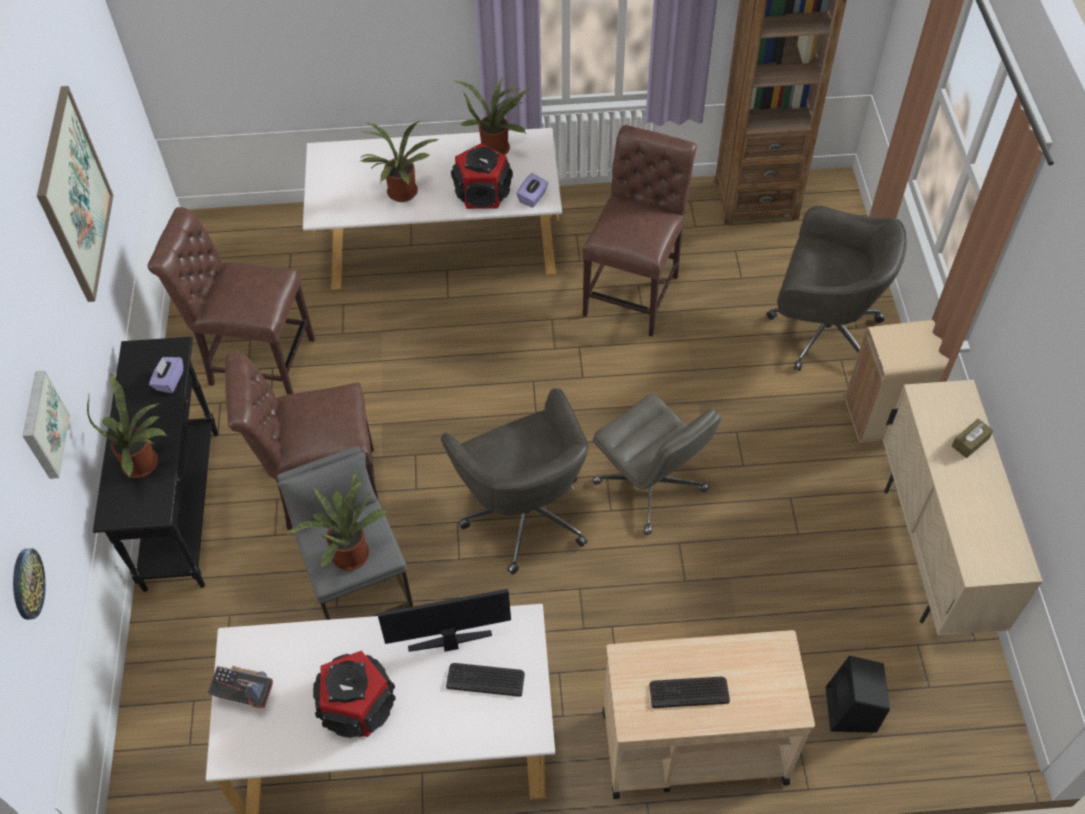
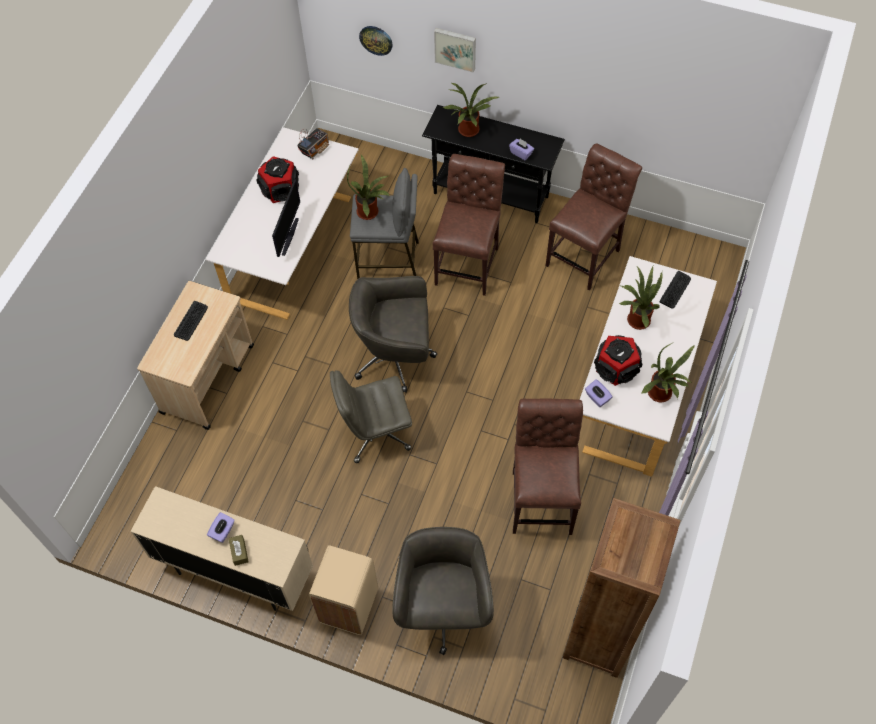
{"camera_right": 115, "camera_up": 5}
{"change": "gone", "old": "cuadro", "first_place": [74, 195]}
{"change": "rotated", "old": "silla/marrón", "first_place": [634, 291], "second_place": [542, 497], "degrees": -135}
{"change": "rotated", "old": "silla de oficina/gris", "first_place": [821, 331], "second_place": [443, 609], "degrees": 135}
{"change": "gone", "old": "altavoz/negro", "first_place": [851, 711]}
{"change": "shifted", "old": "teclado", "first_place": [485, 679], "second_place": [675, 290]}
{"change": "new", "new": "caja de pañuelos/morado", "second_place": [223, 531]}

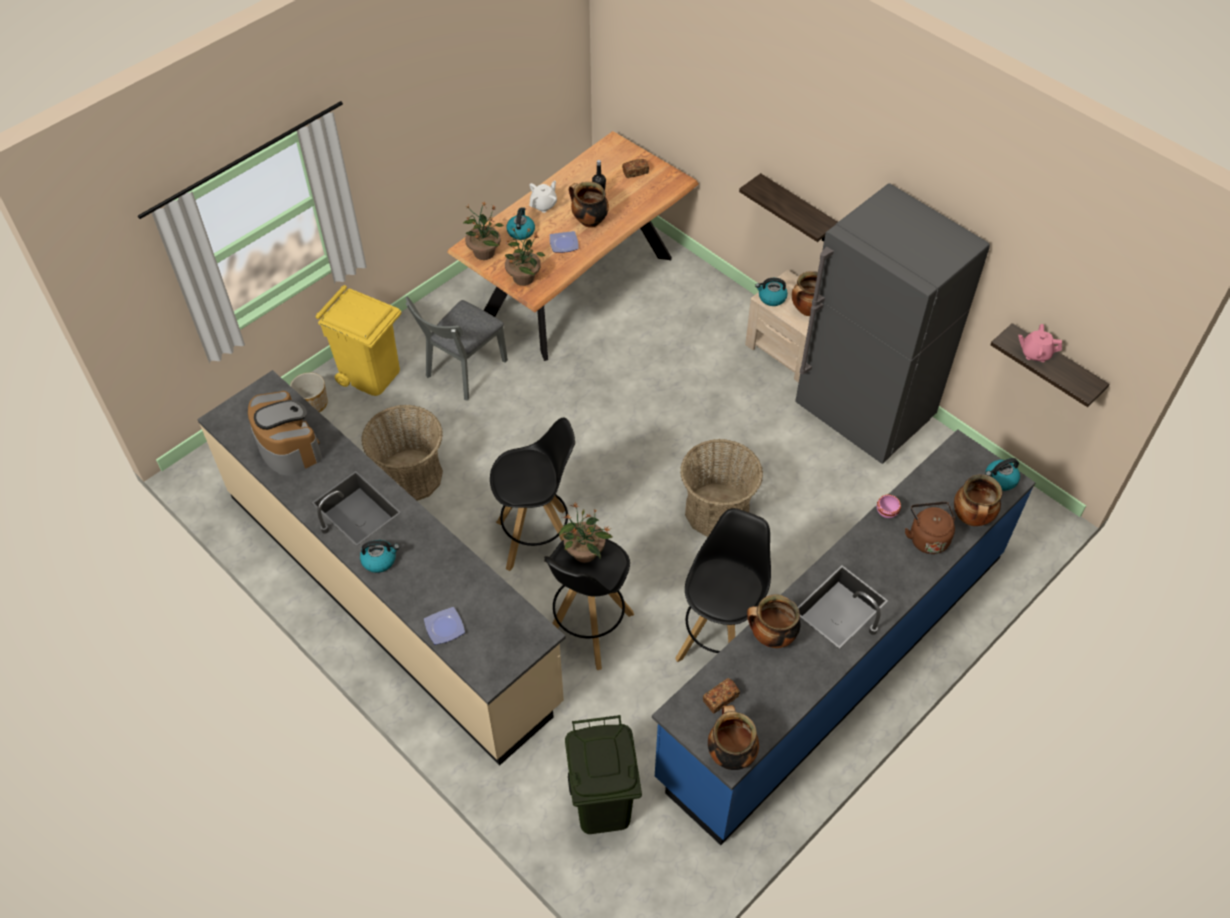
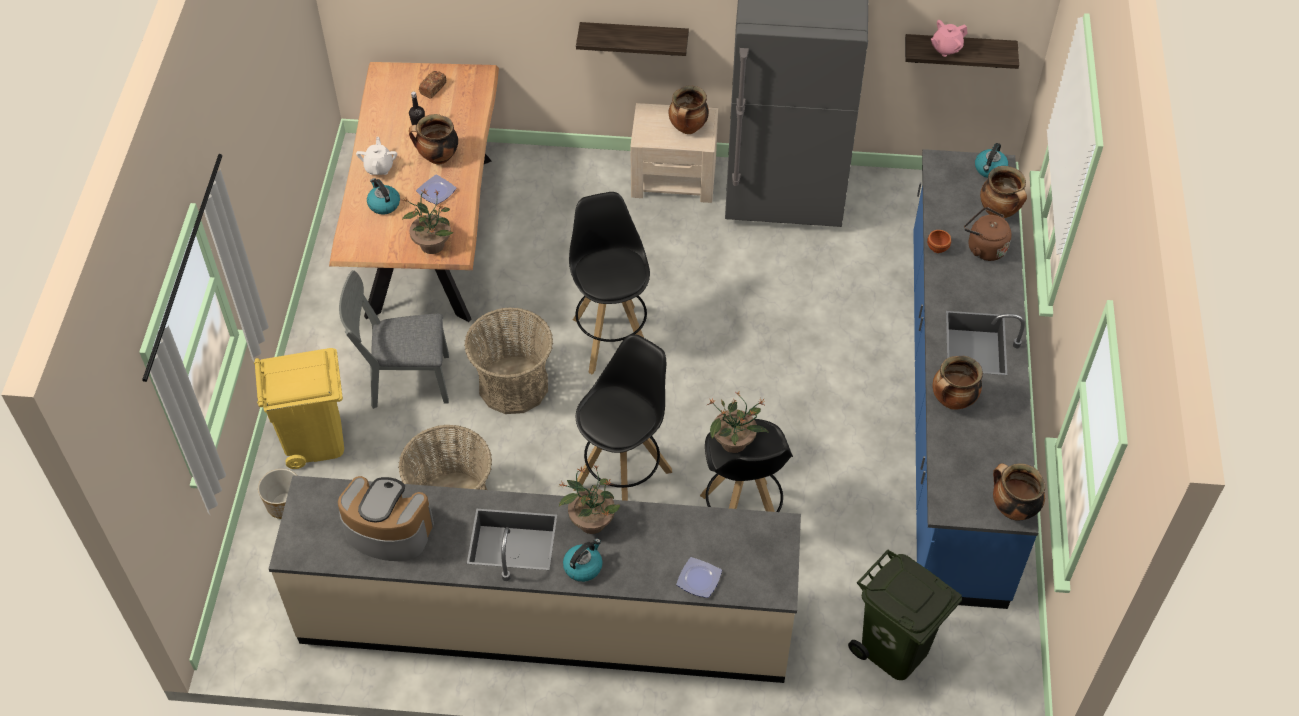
{"camera_right": -40, "camera_up": 0}
{"change": "shifted", "old": "planta en maceta", "first_place": [484, 252], "second_place": [591, 521]}
{"change": "gone", "old": "hervidor", "first_place": [771, 298]}
{"change": "rotated", "old": "silla/gris", "first_place": [462, 372], "second_place": [403, 381], "degrees": 90}
{"change": "shifted", "old": "cesta", "first_place": [717, 511], "second_place": [513, 385]}
{"change": "repainted", "old": "cuenco/rosa", "new": "cuenco/marrón", "first_place": [887, 513], "second_place": [938, 248]}
{"change": "shifted", "old": "taburete/negro", "first_place": [720, 641], "second_place": [611, 338]}
{"change": "gone", "old": "pan", "first_place": [720, 699]}

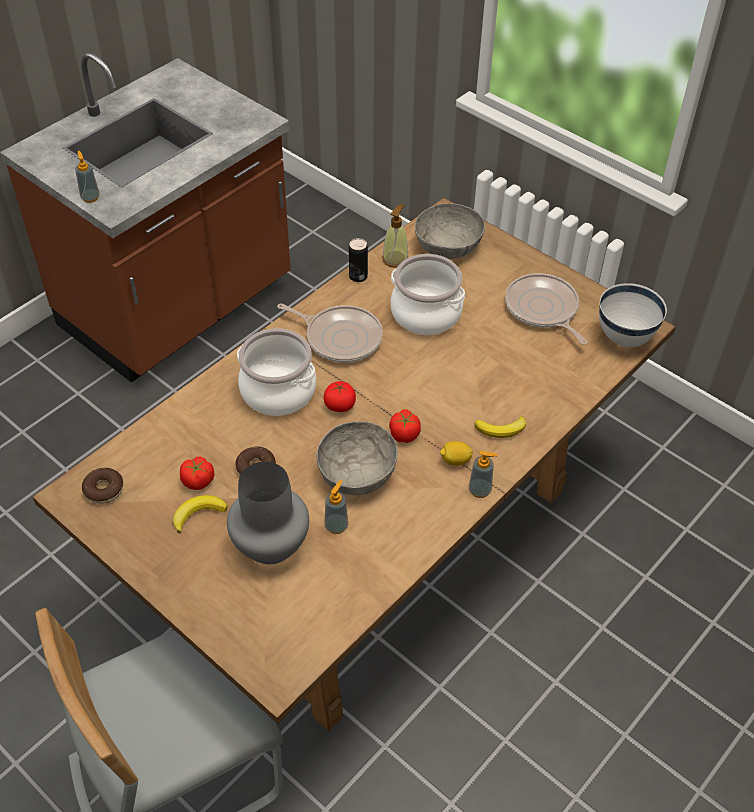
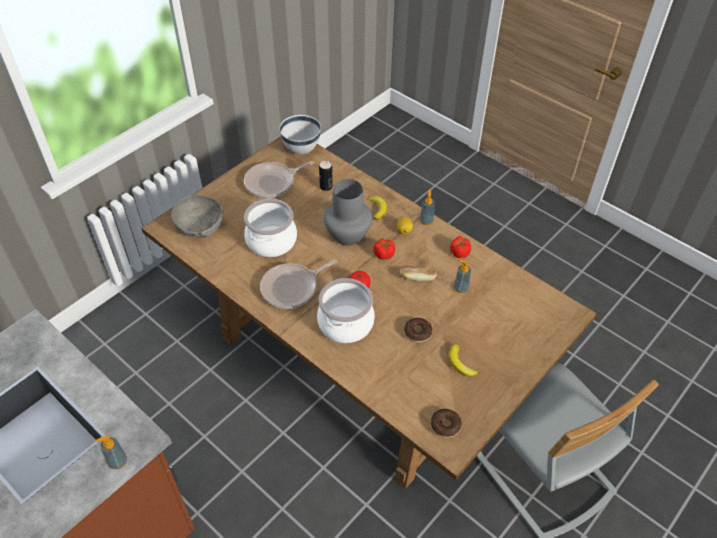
{"camera_right": -90, "camera_up": 0}
{"change": "gone", "old": "dispensador de jabón", "first_place": [395, 259]}
{"change": "shifted", "old": "lata", "first_place": [358, 276], "second_place": [326, 187]}
{"change": "rotated", "old": "sartén", "first_place": [340, 337], "second_place": [292, 288], "degrees": -150}
{"change": "swapped", "old": "cuenco/gris", "new": "pan", "first_place": [357, 472], "second_place": [417, 278]}
{"change": "shifted", "old": "tomate", "first_place": [198, 481], "second_place": [459, 252]}
{"change": "shifted", "old": "florero/gris", "first_place": [271, 546], "second_place": [348, 235]}

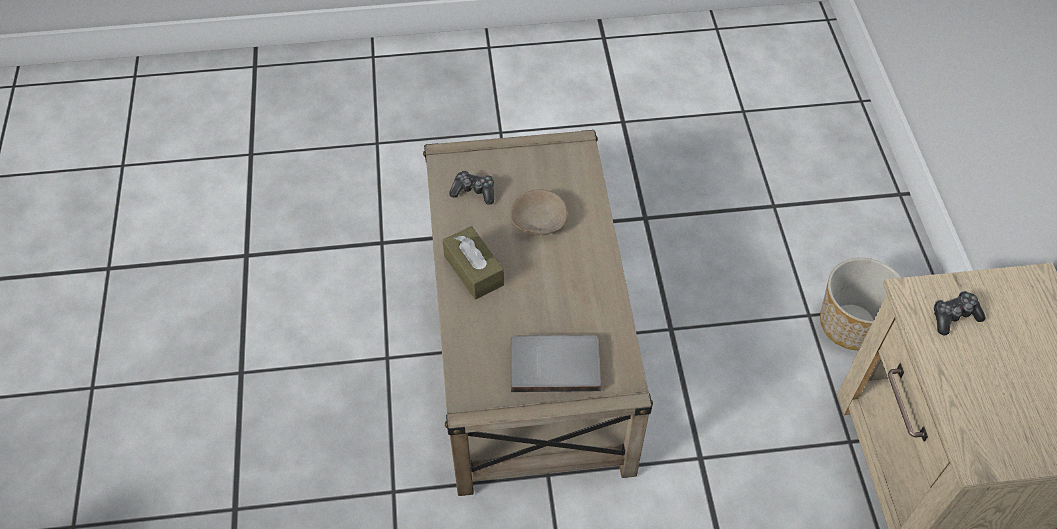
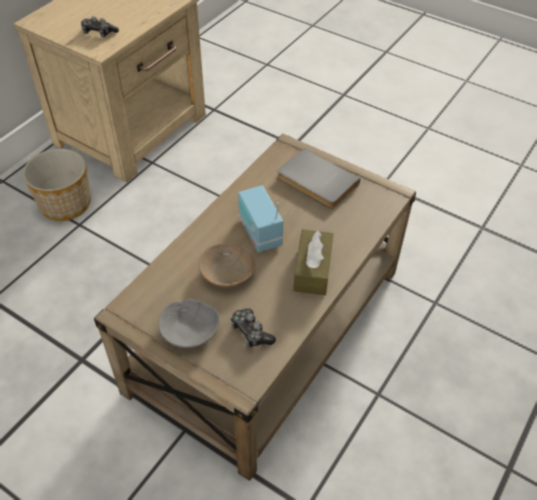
{"camera_right": -140, "camera_up": -5}
{"change": "new", "new": "radio", "second_place": [259, 232]}
{"change": "new", "new": "cuenco/gris", "second_place": [189, 330]}

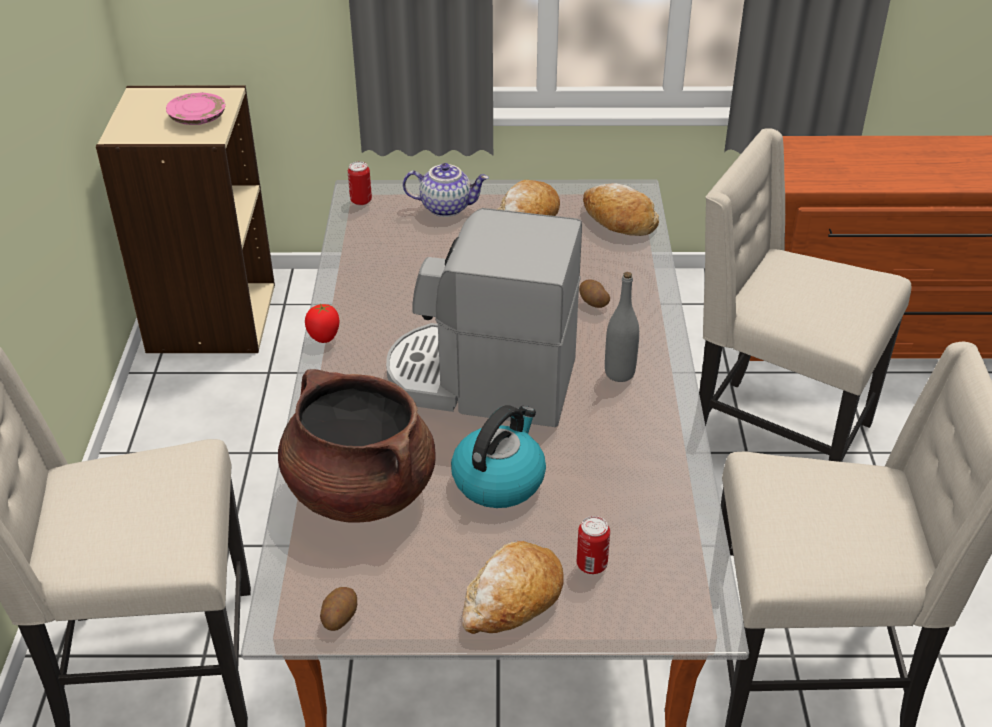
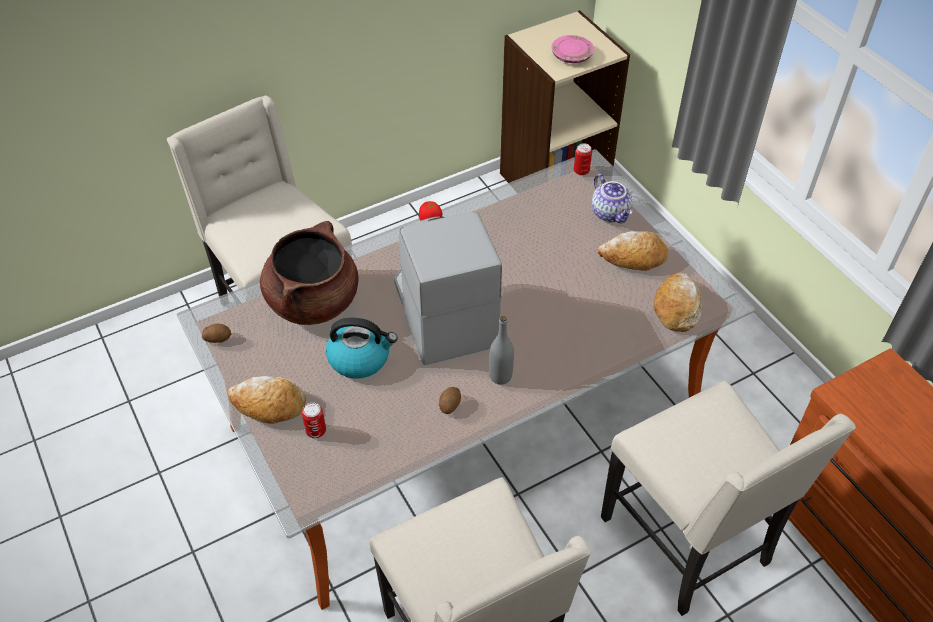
{"camera_right": 60, "camera_up": 10}
{"change": "rotated", "old": "silla/beis", "first_place": [774, 439], "second_place": [689, 542], "degrees": 150}
{"change": "shifted", "old": "patata", "first_place": [592, 302], "second_place": [449, 405]}

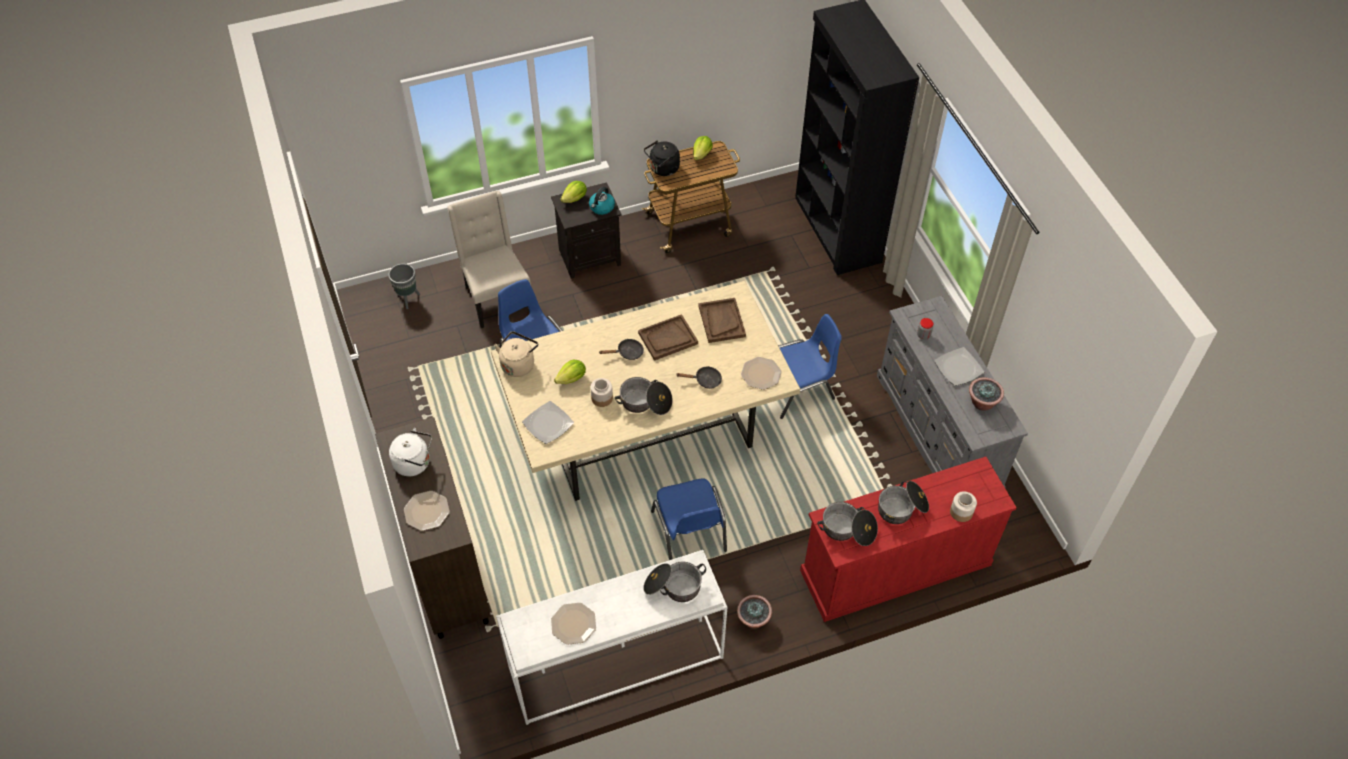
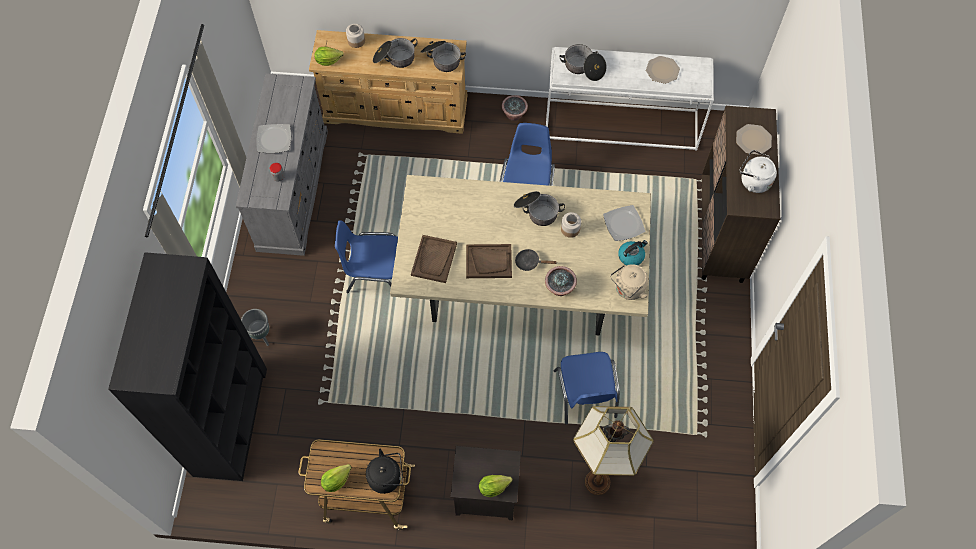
{"camera_right": -155, "camera_up": 10}
{"change": "shifted", "old": "hervidor", "first_place": [601, 207], "second_place": [631, 256]}
{"change": "swapped", "old": "silla/beis", "new": "lámpara de pie", "first_place": [496, 298], "second_place": [597, 483]}
{"change": "shifted", "old": "maceta/gris", "first_place": [408, 299], "second_place": [261, 336]}
{"change": "gone", "old": "plato", "first_place": [760, 373]}
{"change": "shifted", "old": "lechuga", "first_place": [572, 379], "second_place": [328, 61]}
{"change": "gone", "old": "sartén/negro", "first_place": [705, 380]}
{"change": "shifted", "old": "planta en maceta", "first_place": [982, 403], "second_place": [559, 288]}
{"change": "repainted", "old": "cómoda/rojo", "new": "cómoda/beis", "first_place": [894, 568], "second_place": [396, 109]}

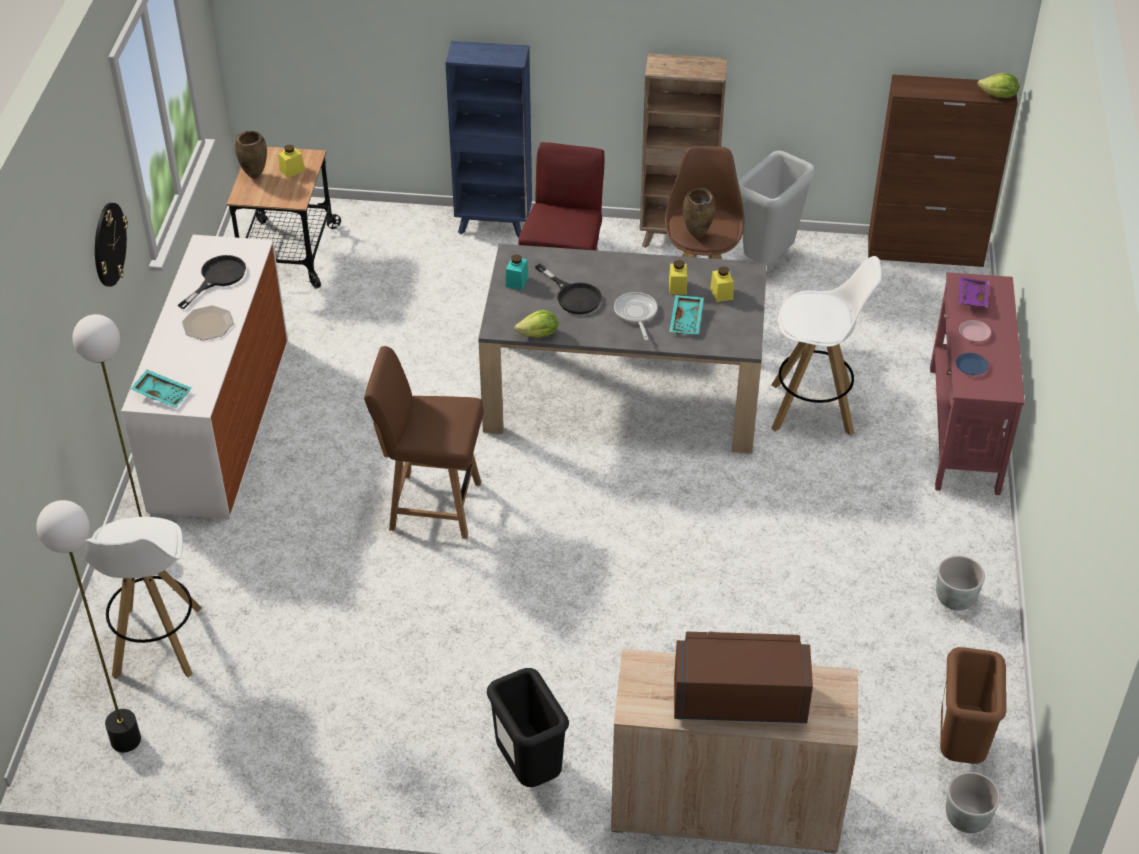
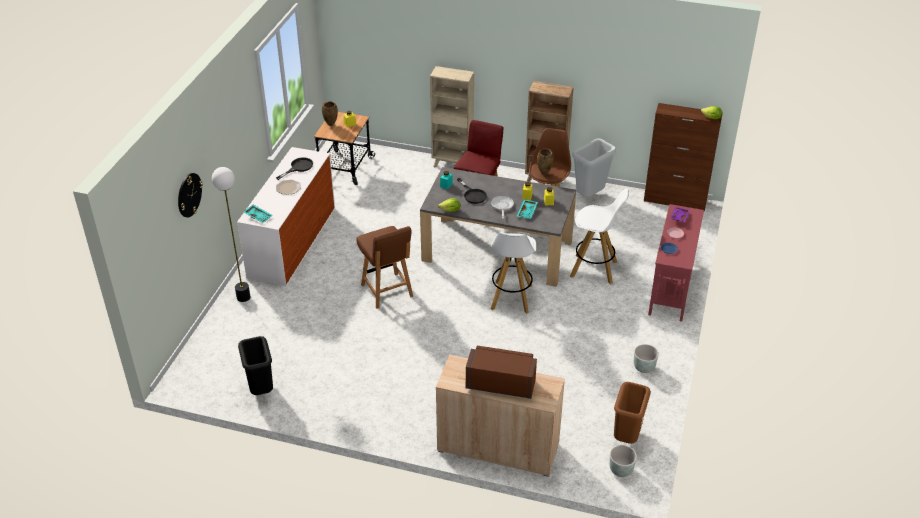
{"camera_right": 10, "camera_up": -5}
{"change": "repainted", "old": "estantería/azul", "new": "estantería/beis", "first_place": [494, 224], "second_place": [452, 164]}
{"change": "shifted", "old": "reloj de pared", "first_place": [109, 244], "second_place": [189, 195]}
{"change": "rotated", "old": "silla/marrón", "first_place": [432, 505], "second_place": [387, 291], "degrees": -135}
{"change": "gone", "old": "lámpara de pie", "first_place": [125, 740]}
{"change": "shifted", "old": "taburete/blanco", "first_place": [157, 643], "second_place": [511, 298]}
{"change": "shifted", "old": "papelera/negro", "first_place": [528, 769], "second_place": [260, 389]}

